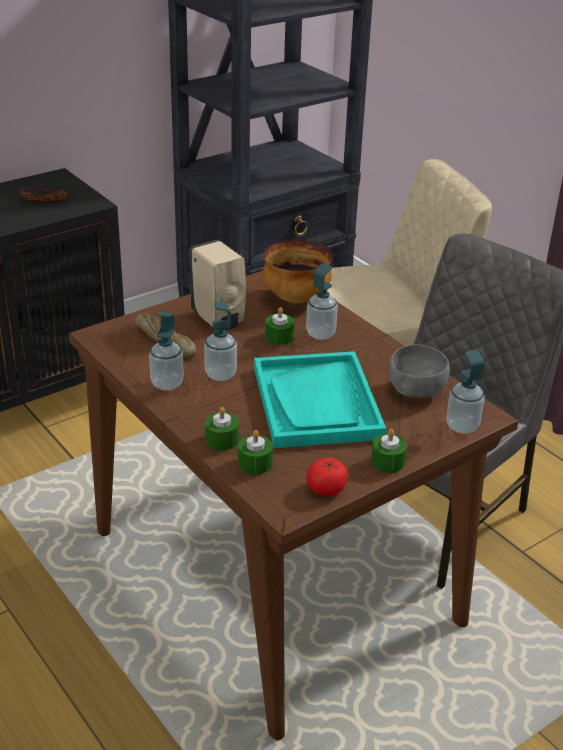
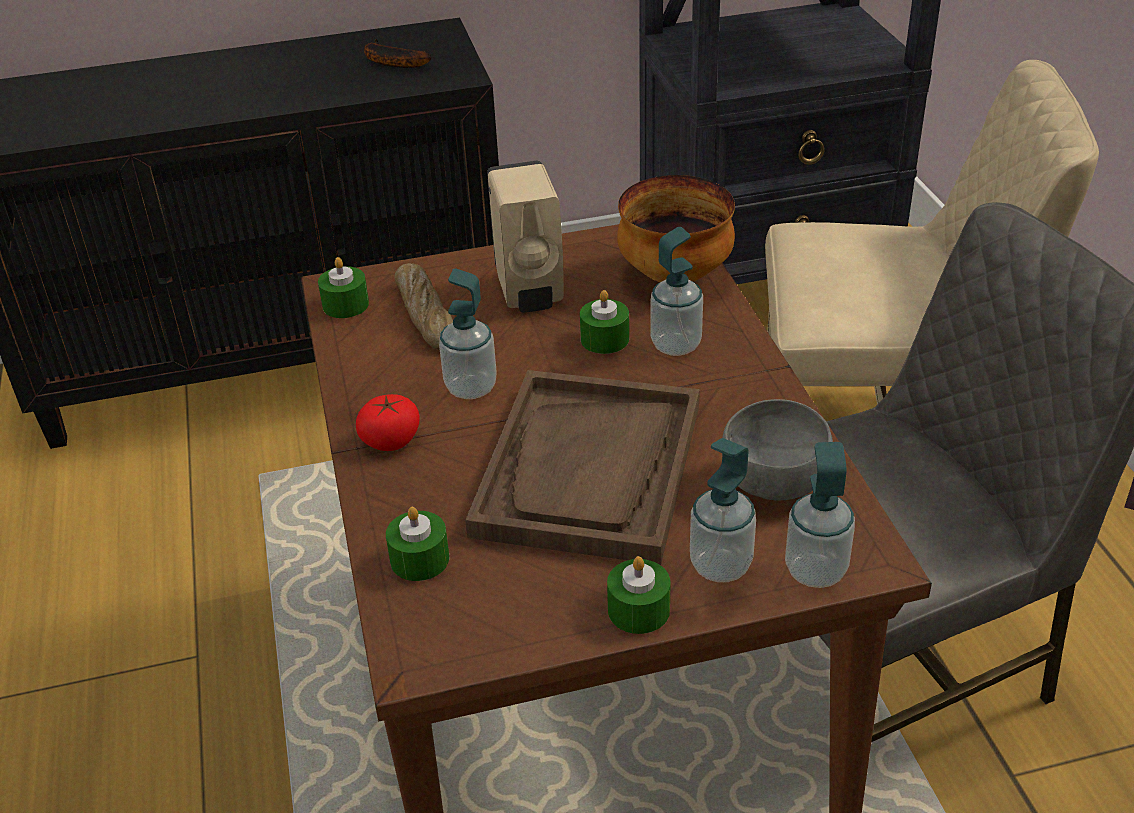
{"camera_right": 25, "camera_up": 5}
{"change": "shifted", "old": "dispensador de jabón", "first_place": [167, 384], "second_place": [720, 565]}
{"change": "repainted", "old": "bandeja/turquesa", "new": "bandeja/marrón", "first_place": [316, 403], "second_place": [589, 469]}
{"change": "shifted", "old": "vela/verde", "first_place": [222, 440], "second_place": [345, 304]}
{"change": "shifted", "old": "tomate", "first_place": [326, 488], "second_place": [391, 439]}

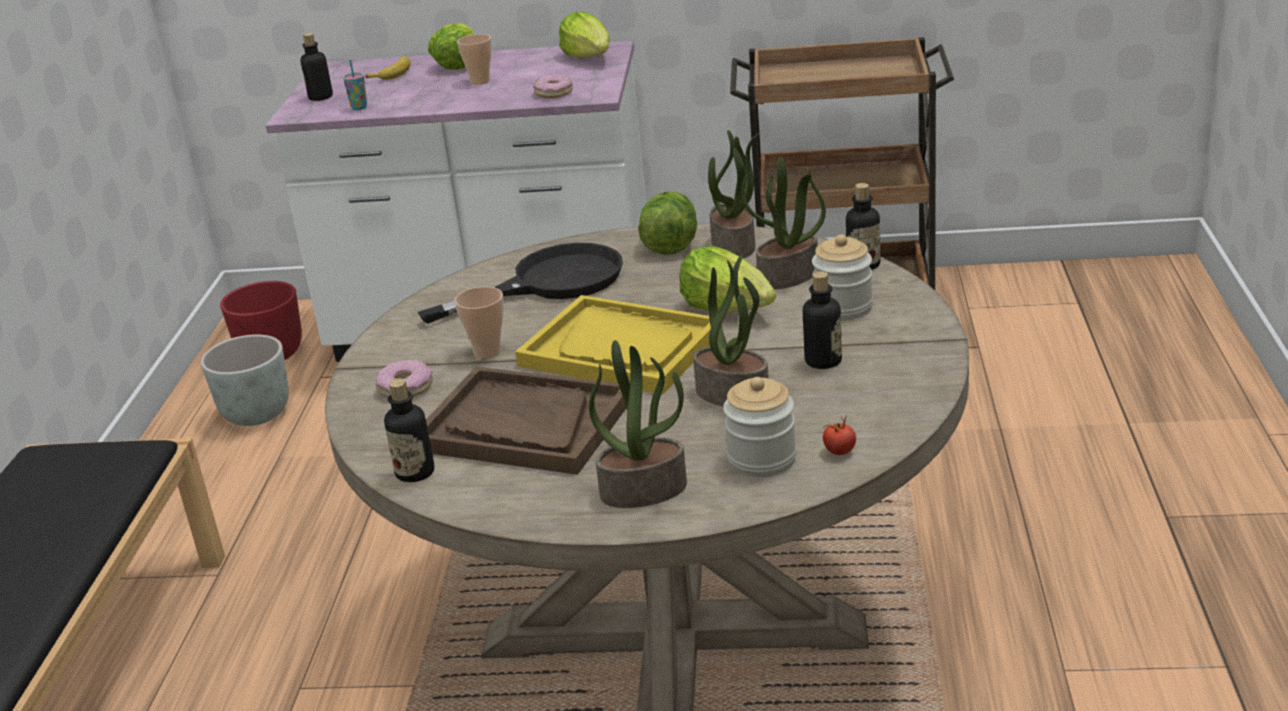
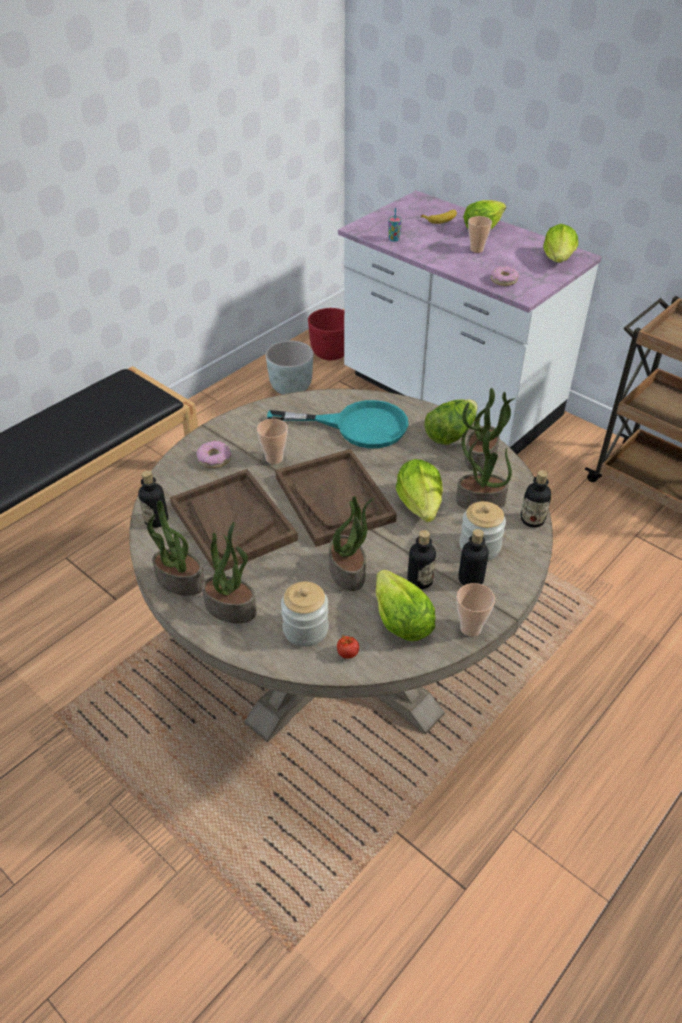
{"camera_right": 35, "camera_up": 15}
{"change": "shifted", "old": "botella", "first_place": [320, 97], "second_place": [470, 579]}
{"change": "repainted", "old": "sartén/negro", "new": "sartén/turquesa", "first_place": [549, 283], "second_place": [357, 426]}
{"change": "repainted", "old": "bandeja/amarillo", "new": "bandeja/marrón", "first_place": [621, 349], "second_place": [334, 499]}
{"change": "new", "new": "planta en maceta", "second_place": [179, 581]}
{"change": "new", "new": "lechuga", "second_place": [400, 620]}
{"change": "new", "new": "taza", "second_place": [470, 628]}

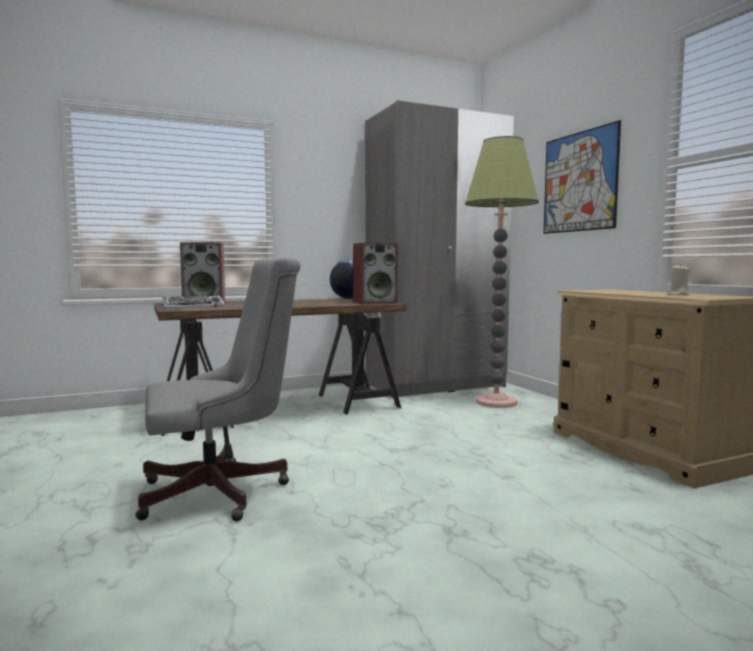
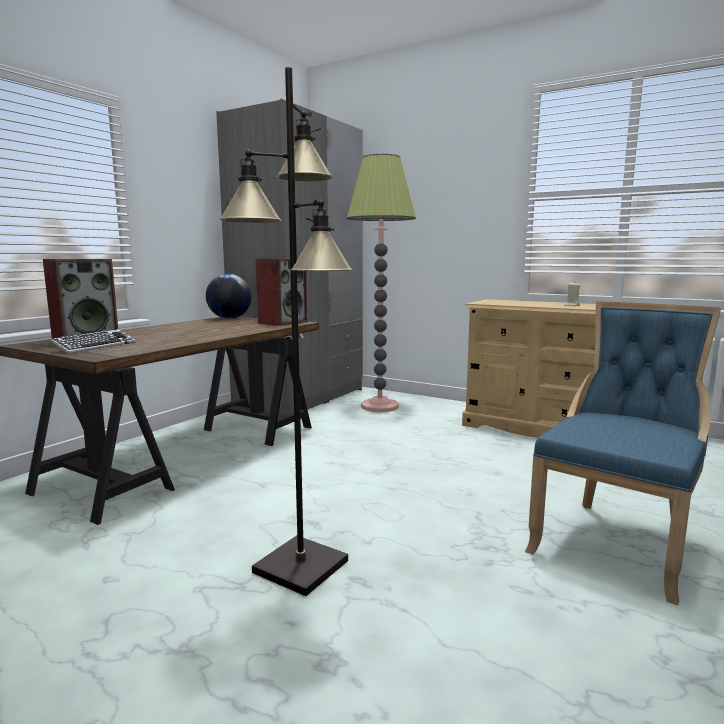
{"camera_right": -35, "camera_up": 5}
{"change": "gone", "old": "cuadro", "first_place": [579, 182]}
{"change": "swapped", "old": "silla de oficina/gris", "new": "lámpara de pie/negro", "first_place": [223, 492], "second_place": [302, 566]}
{"change": "new", "new": "silla/azul", "second_place": [616, 542]}

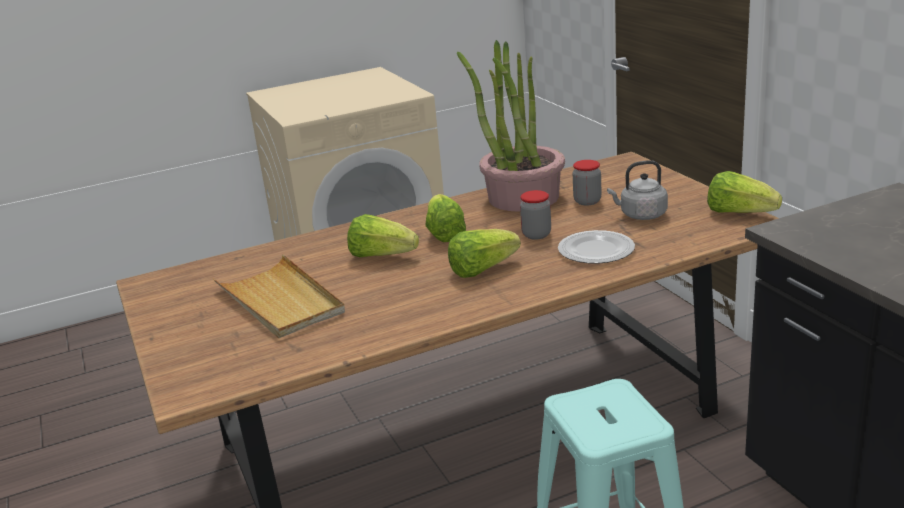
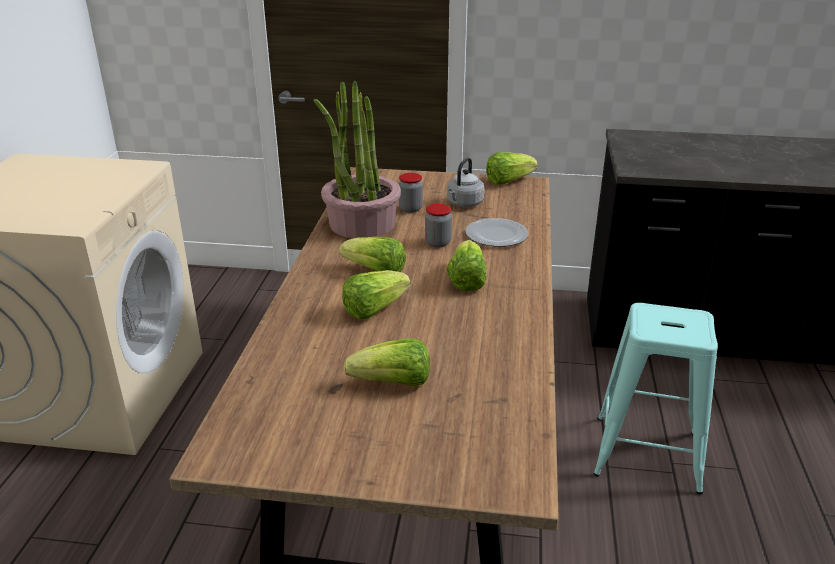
{"camera_right": -60, "camera_up": 5}
{"change": "swapped", "old": "bandeja/beis", "new": "lechuga", "first_place": [280, 301], "second_place": [393, 383]}

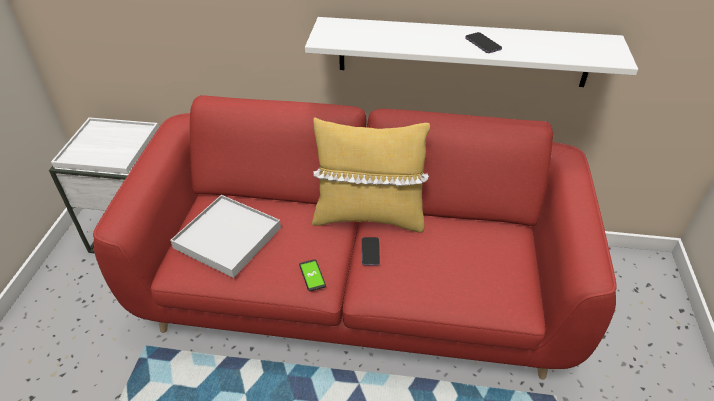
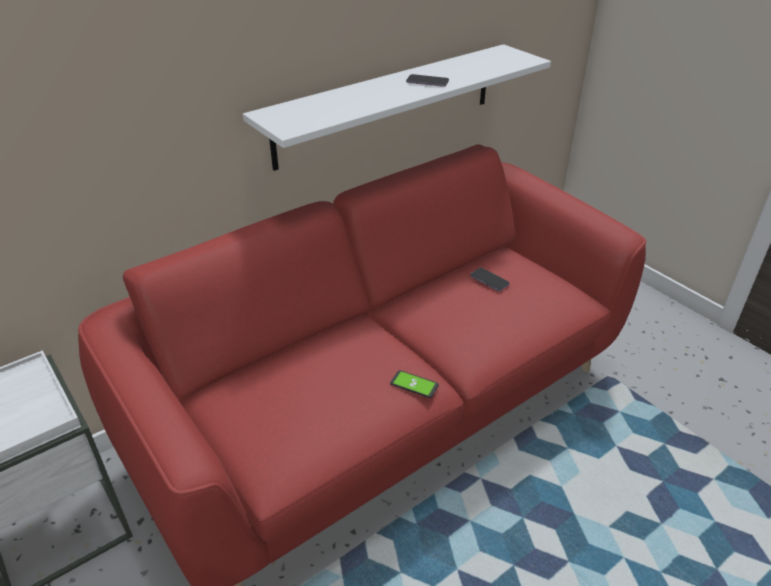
{"camera_right": -45, "camera_up": -5}
{"change": "gone", "old": "cojín/amarillo", "first_place": [368, 216]}
{"change": "gone", "old": "bandeja/blanco", "first_place": [228, 238]}
{"change": "shifted", "old": "móvil", "first_place": [370, 252], "second_place": [489, 280]}

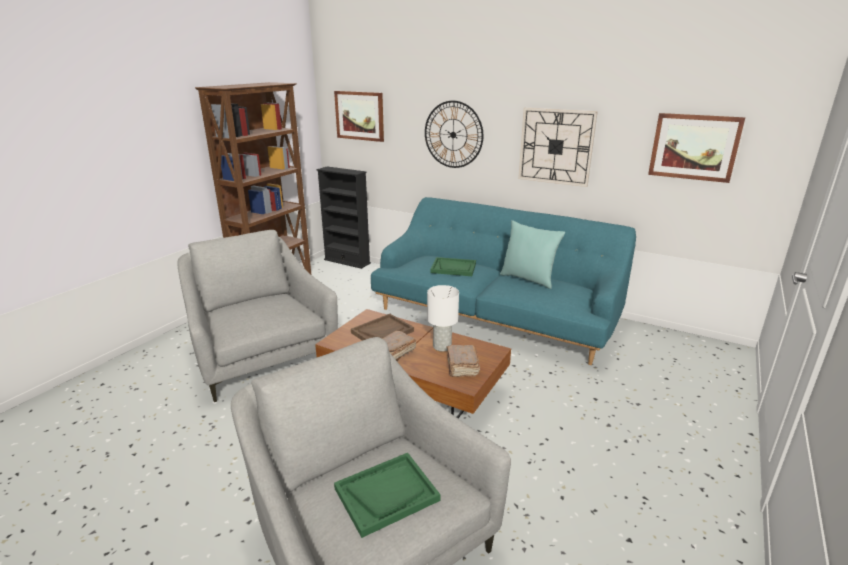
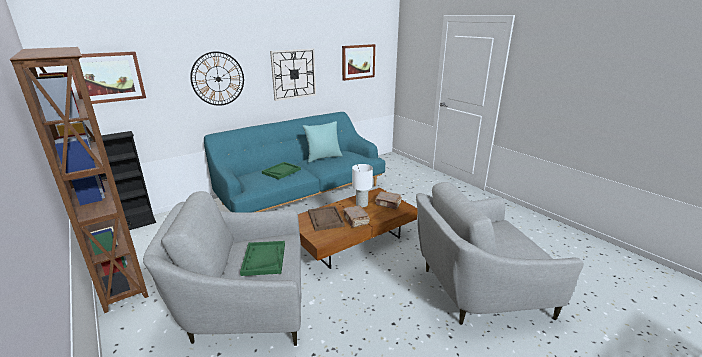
{"camera_right": -65, "camera_up": 0}
{"change": "shifted", "old": "bandeja/verde", "first_place": [386, 494], "second_place": [264, 259]}

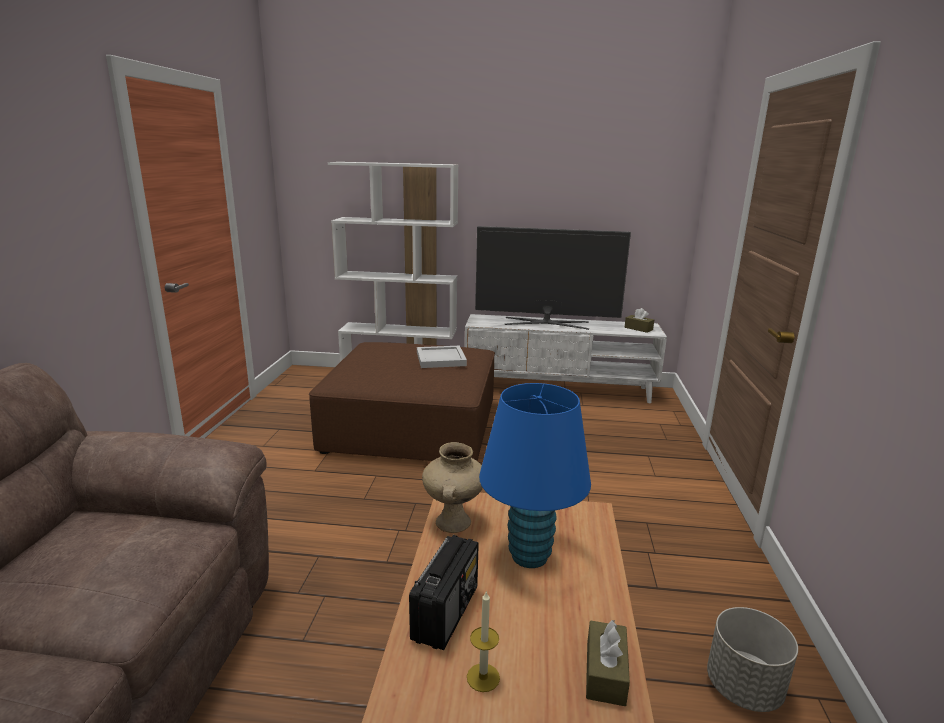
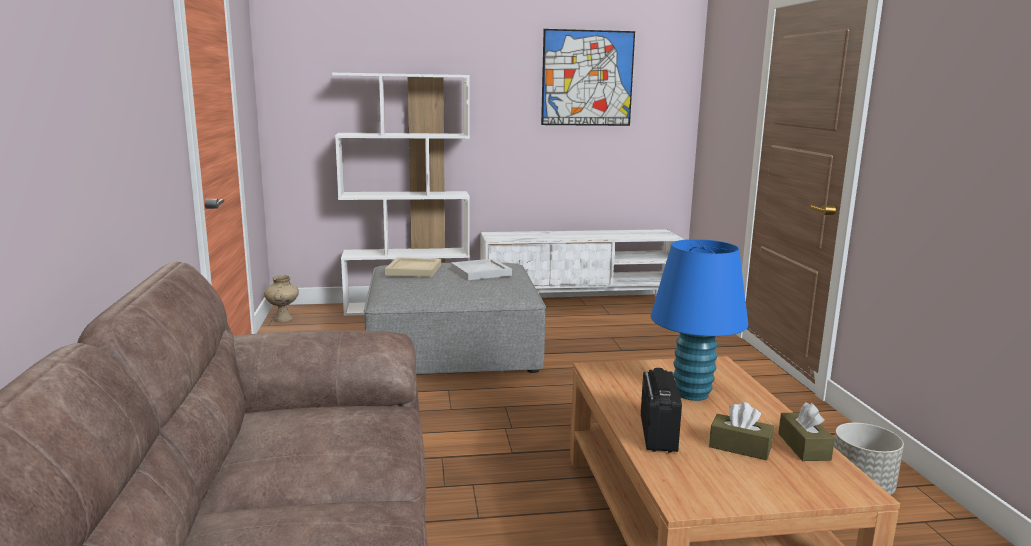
{"camera_right": -15, "camera_up": -5}
{"change": "gone", "old": "televisor", "first_place": [546, 323]}
{"change": "shifted", "old": "caja de pañuelos/marrón", "first_place": [638, 328], "second_place": [740, 447]}
{"change": "repainted", "old": "puf/marrón", "new": "puf/gris", "first_place": [413, 425], "second_place": [454, 346]}
{"change": "shifted", "old": "florero/beis", "first_place": [454, 522], "second_place": [283, 319]}
{"change": "gone", "old": "vela", "first_place": [483, 677]}
{"change": "new", "new": "cuadro", "second_place": [587, 78]}
{"change": "new", "new": "bandeja/beis", "second_place": [414, 270]}

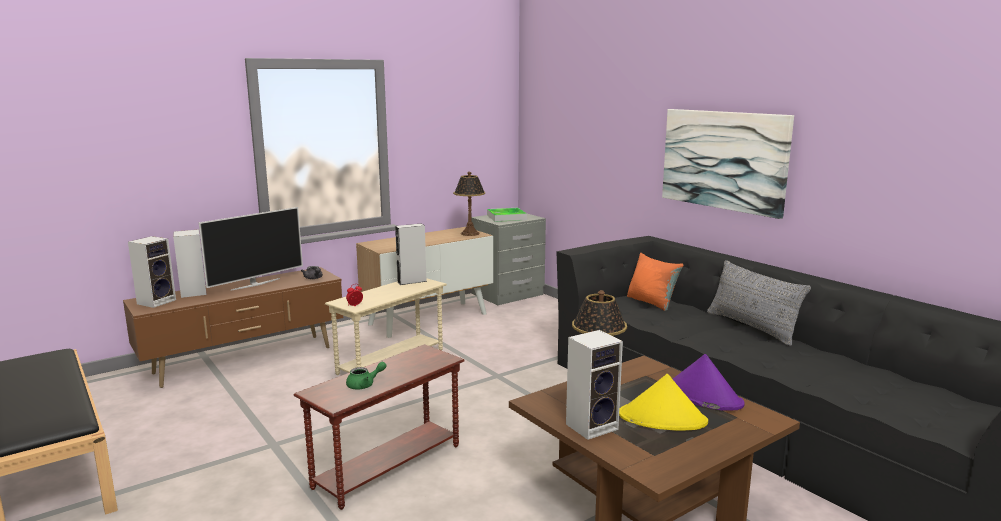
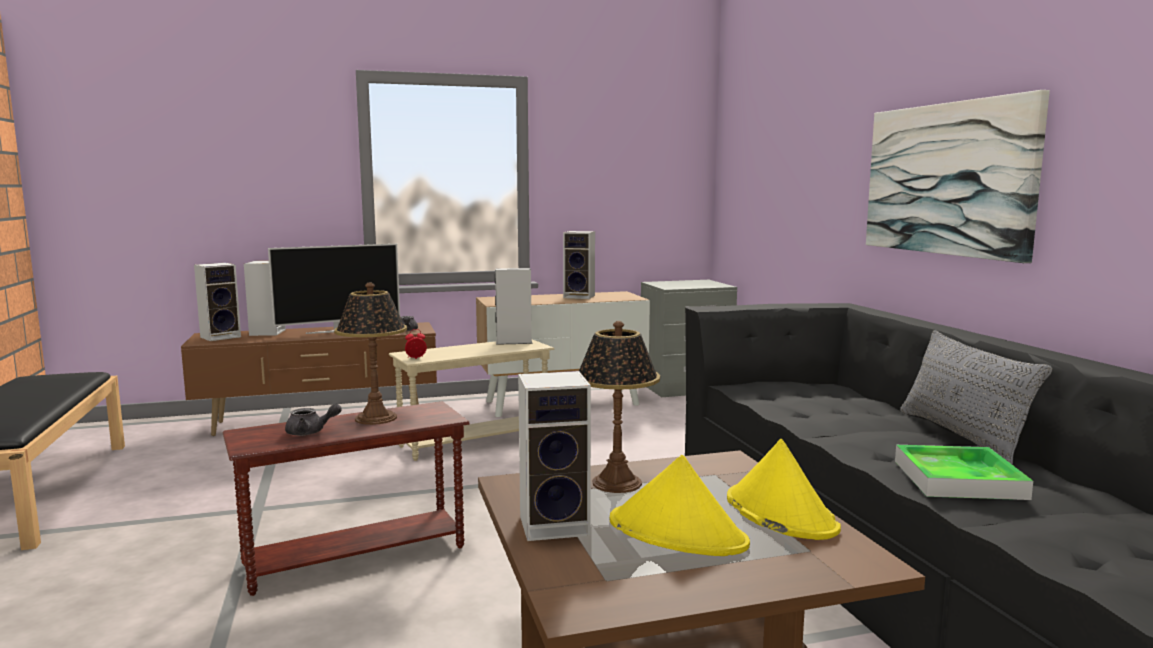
{"camera_right": 20, "camera_up": -5}
{"change": "shifted", "old": "lámpara de mesa", "first_place": [470, 233], "second_place": [375, 418]}
{"change": "shifted", "old": "bandeja", "first_place": [506, 217], "second_place": [958, 479]}
{"change": "gone", "old": "cojín/naranja", "first_place": [651, 302]}
{"change": "repainted", "old": "sombrero/morado", "new": "sombrero/amarillo", "first_place": [703, 396], "second_place": [779, 513]}
{"change": "repainted", "old": "tetera/verde", "new": "tetera/gris", "first_place": [364, 385], "second_place": [310, 432]}
{"change": "new", "new": "altavoz", "second_place": [580, 296]}

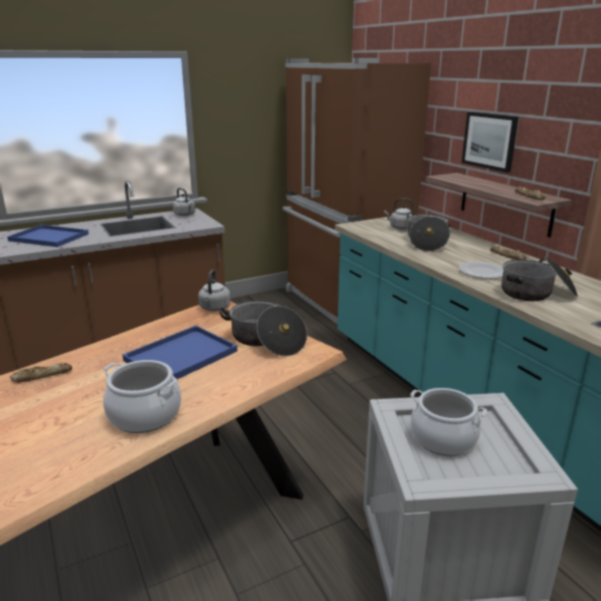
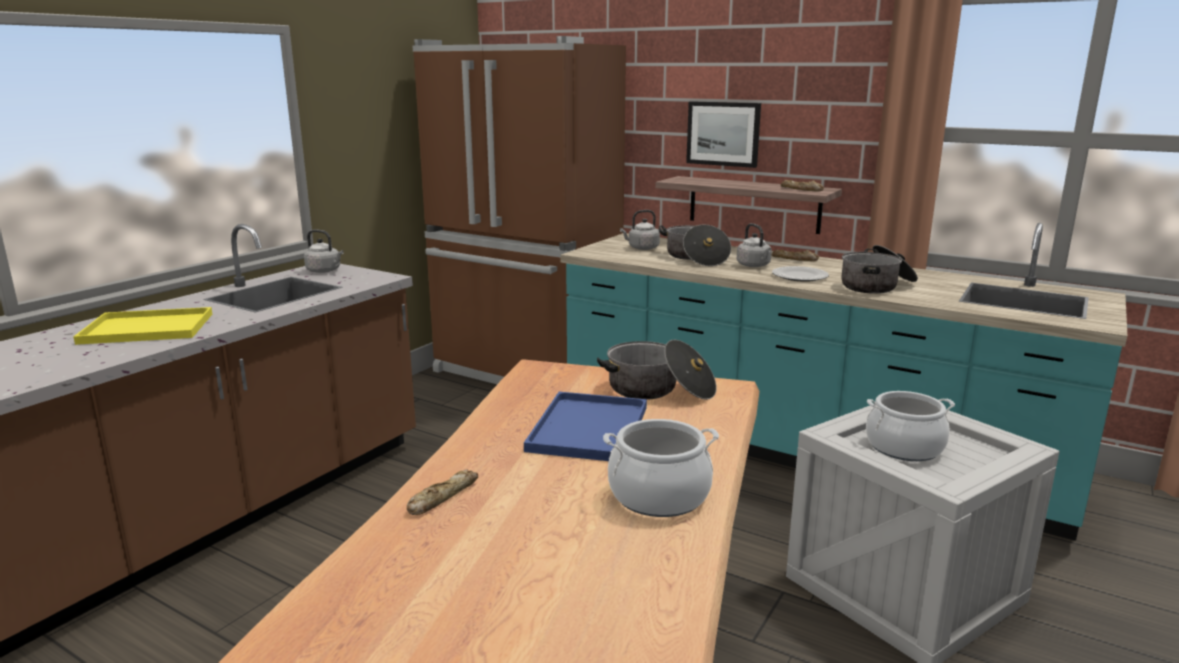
{"camera_right": -30, "camera_up": -5}
{"change": "repainted", "old": "bandeja/azul", "new": "bandeja/amarillo", "first_place": [47, 237], "second_place": [144, 329]}
{"change": "shifted", "old": "hervidor/gris", "first_place": [214, 308], "second_place": [754, 266]}

